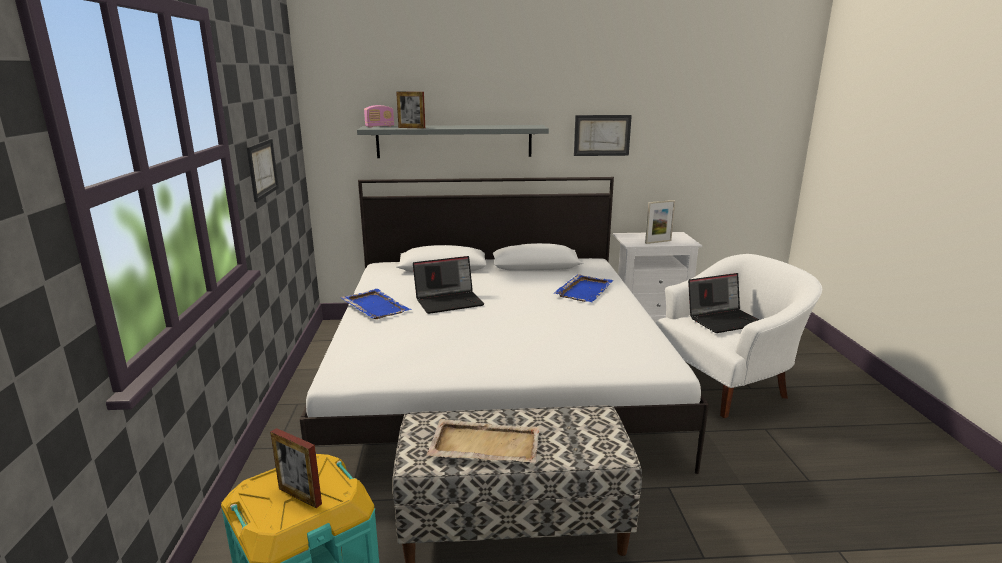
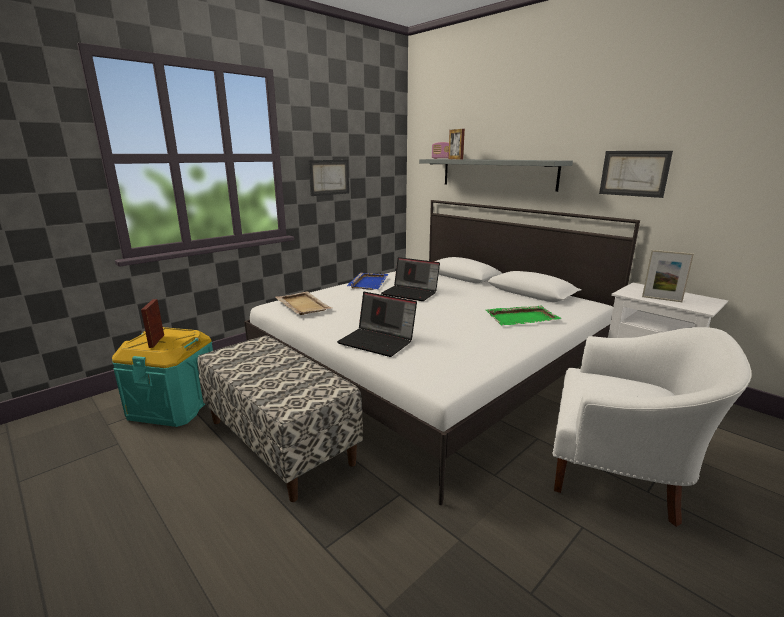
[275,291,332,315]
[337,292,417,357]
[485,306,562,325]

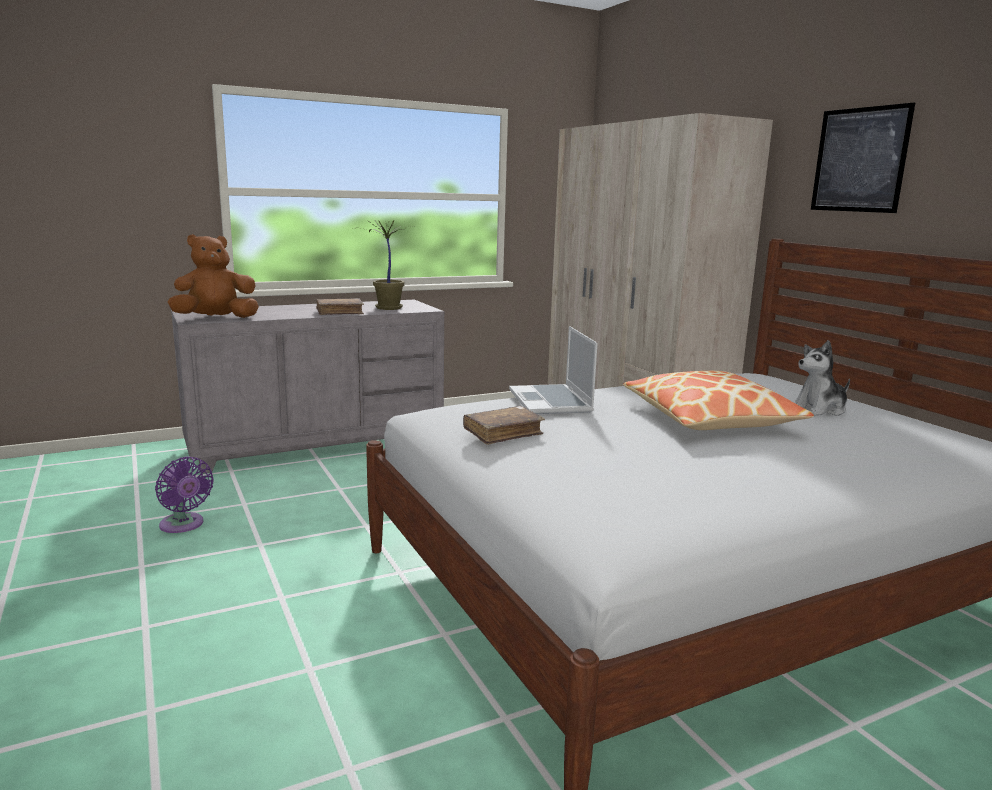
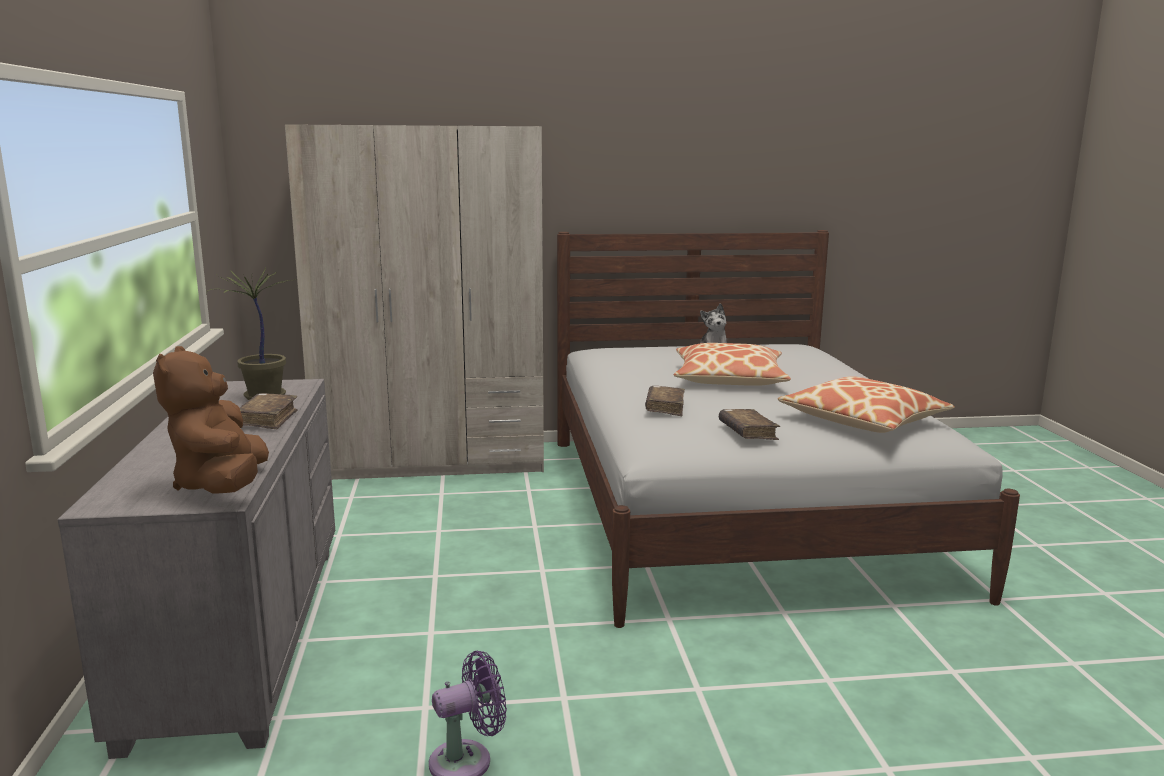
[645,386,685,416]
[778,376,955,433]
[811,103,915,213] (first image)

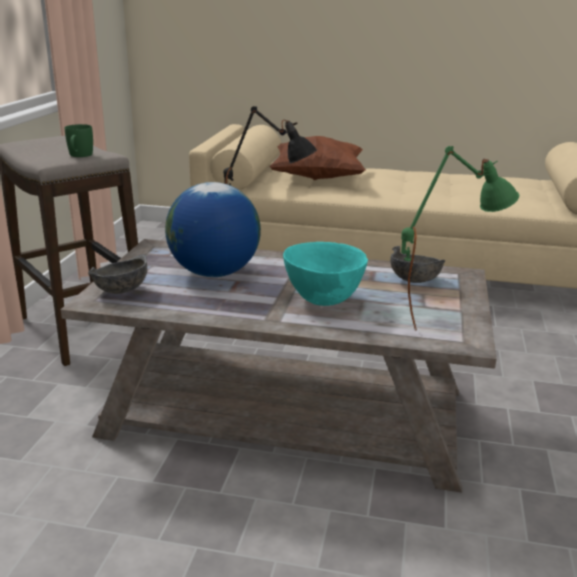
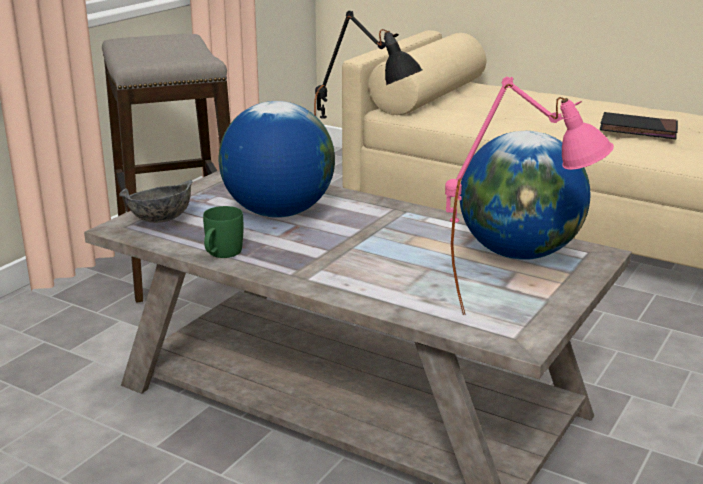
[203,206,243,258]
[445,77,614,315]
[460,131,591,260]
[600,112,678,139]
[269,136,366,180] (first image)
[283,242,368,306] (first image)

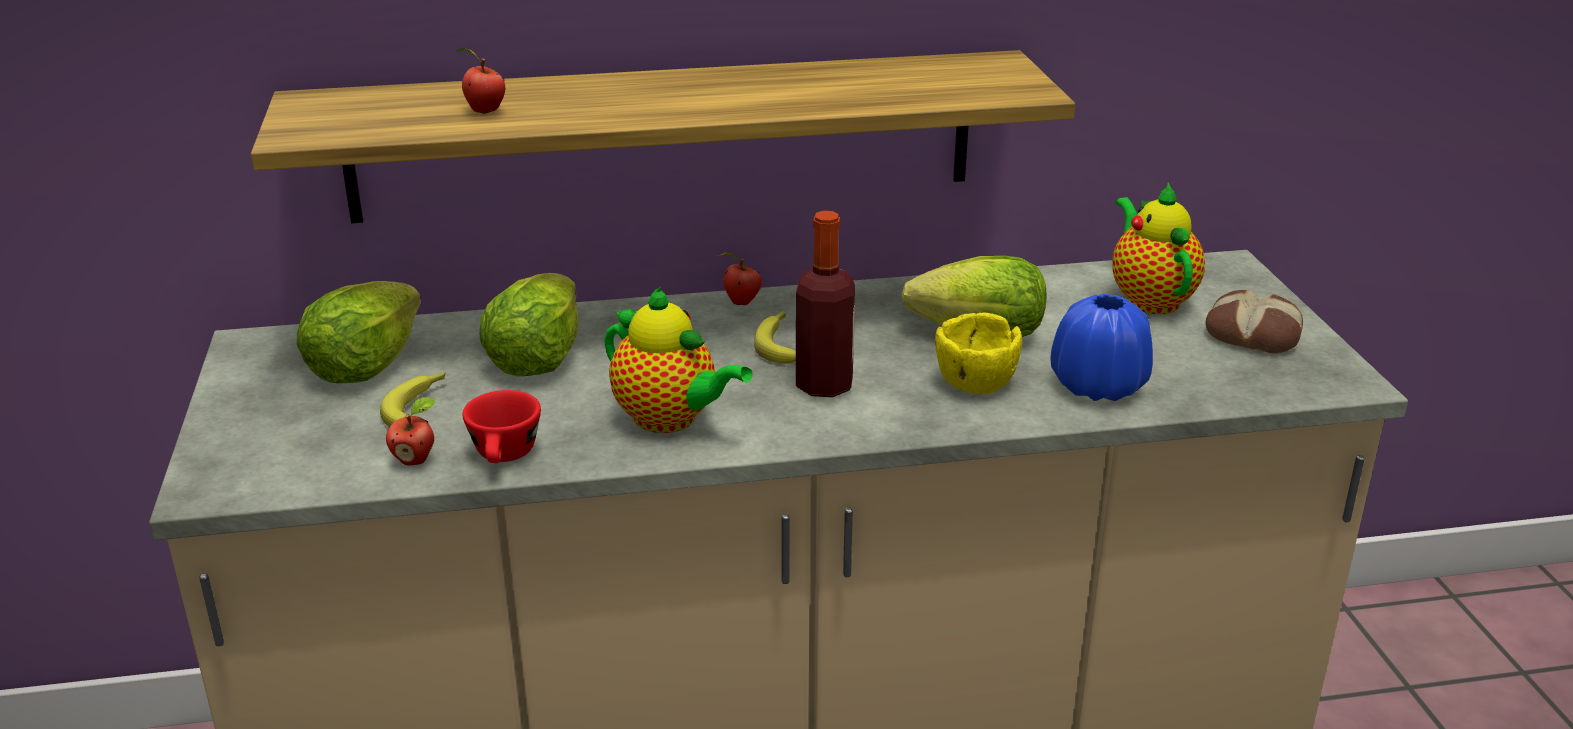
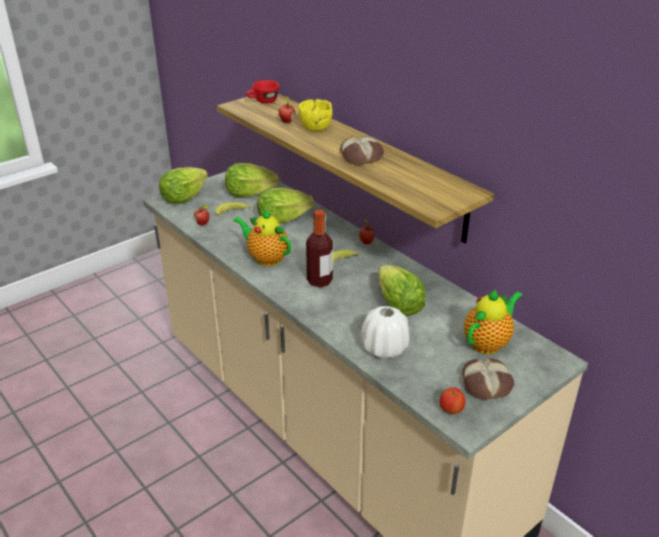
[159,167,208,204]
[233,209,291,266]
[246,80,279,103]
[298,99,332,131]
[340,136,384,165]
[361,306,409,359]
[440,387,466,414]

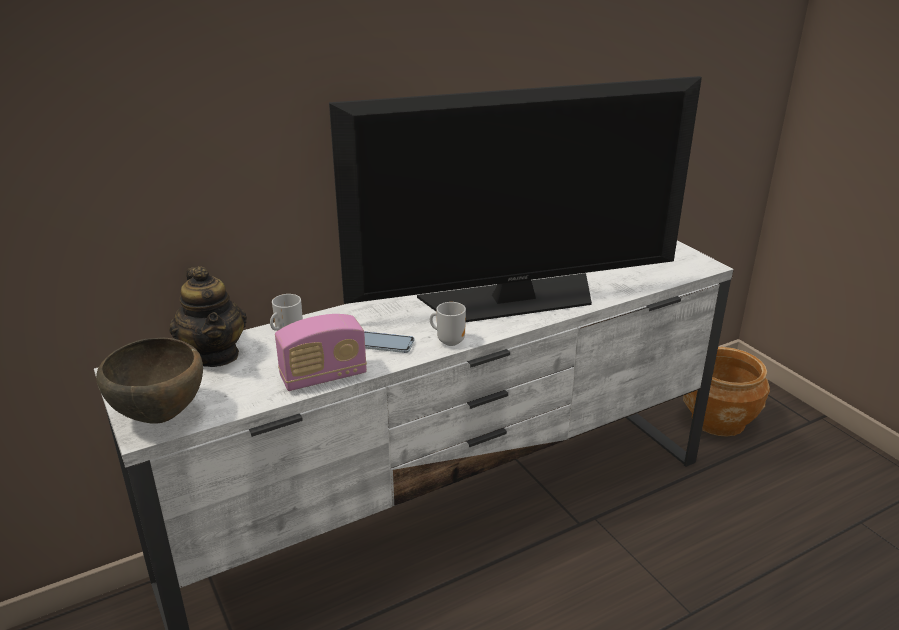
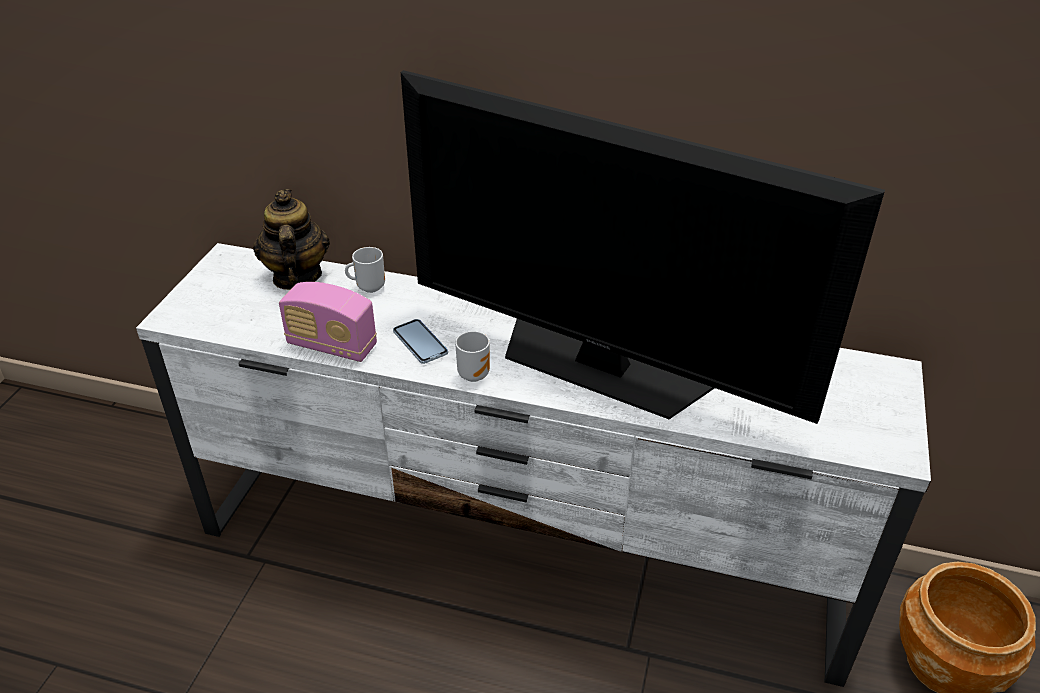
[253,189,330,290]
[96,338,203,424] (first image)

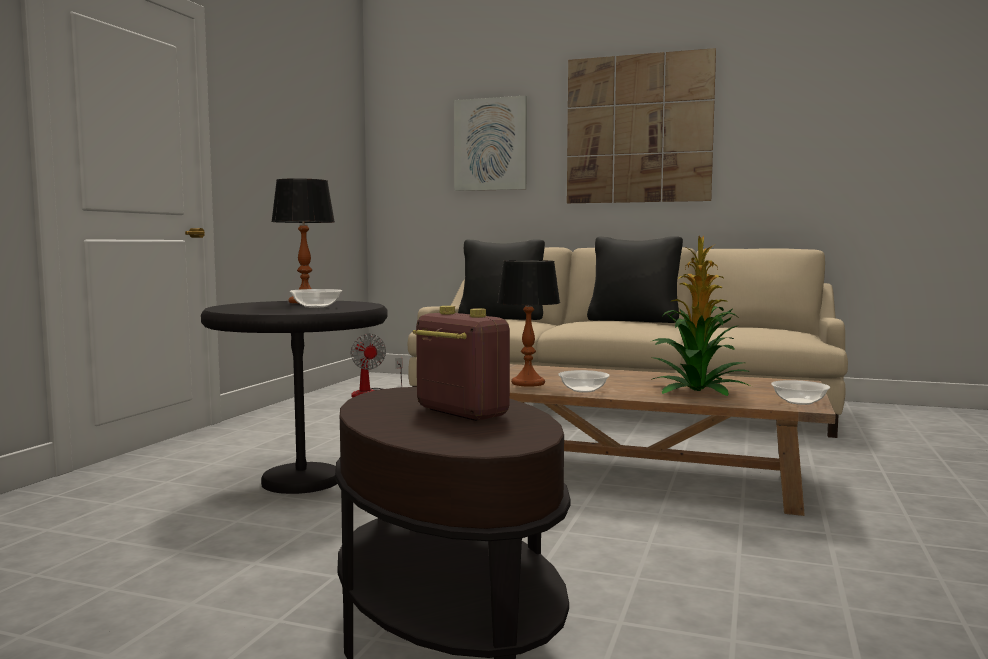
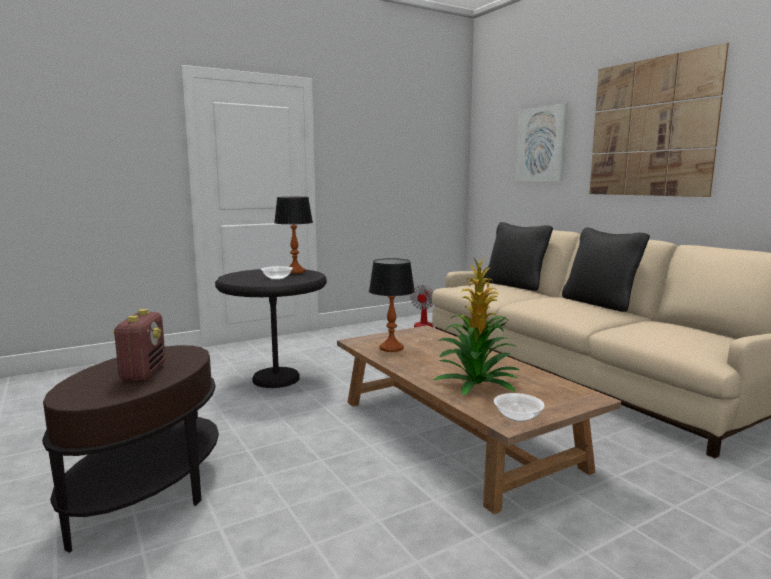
[558,370,609,393] (first image)

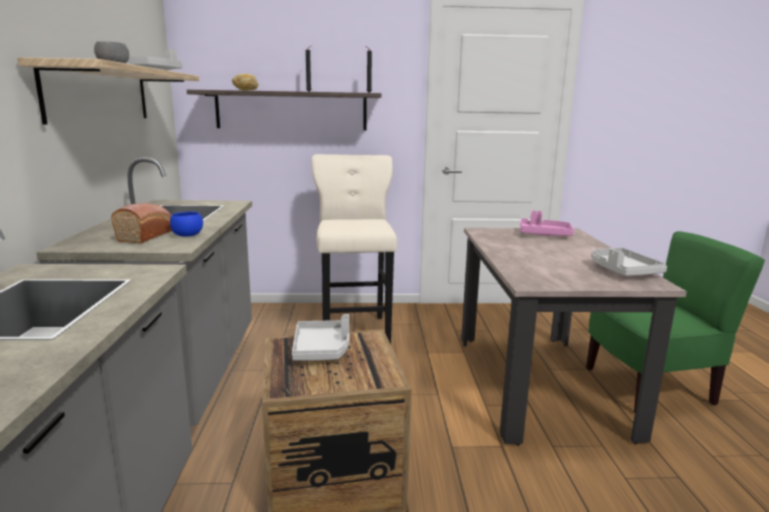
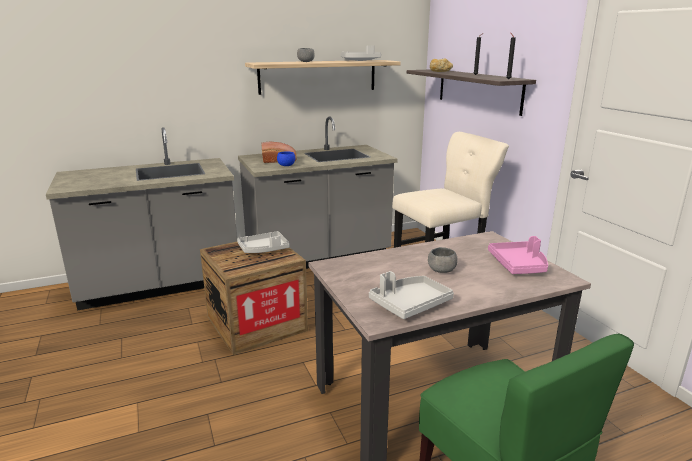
[428,247,458,273]

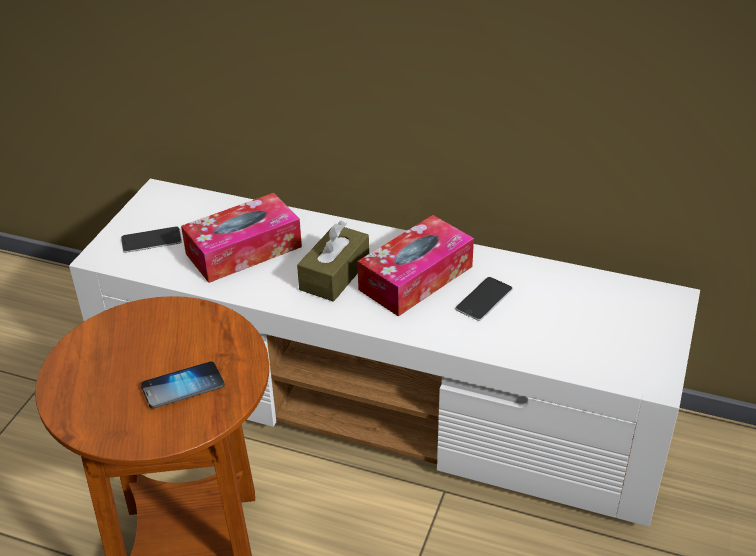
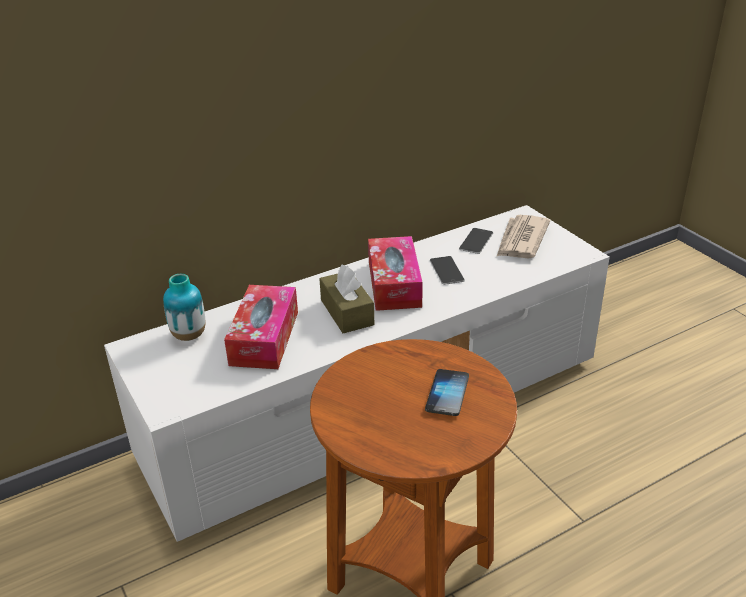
[163,274,205,341]
[459,228,493,254]
[496,215,550,259]

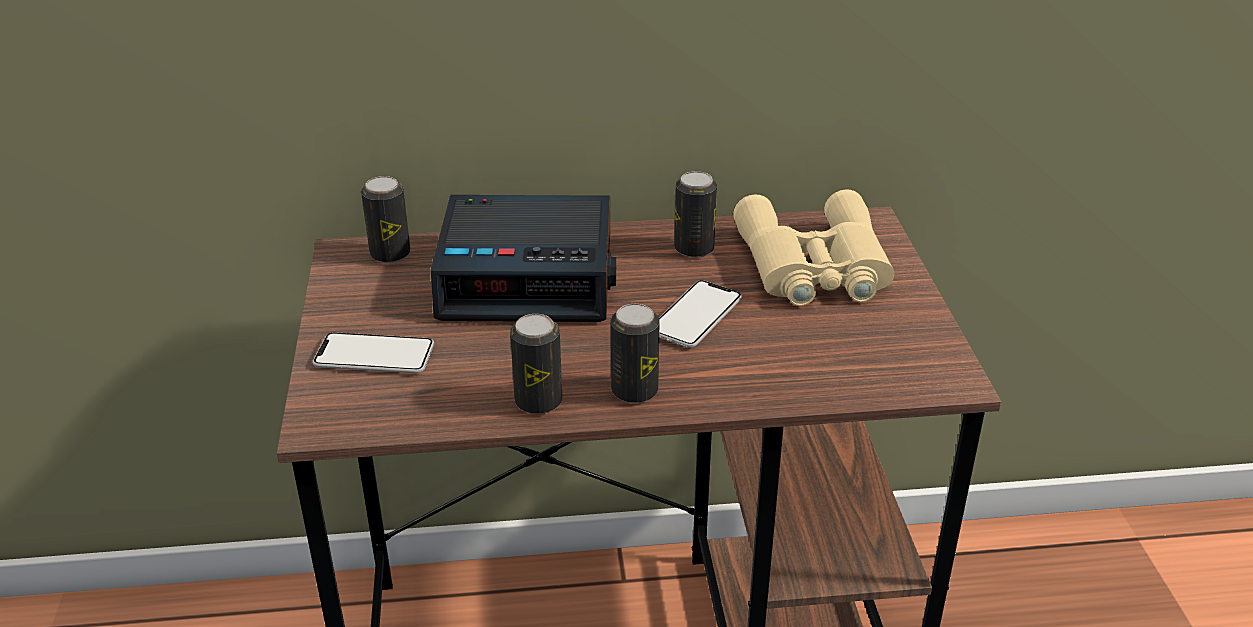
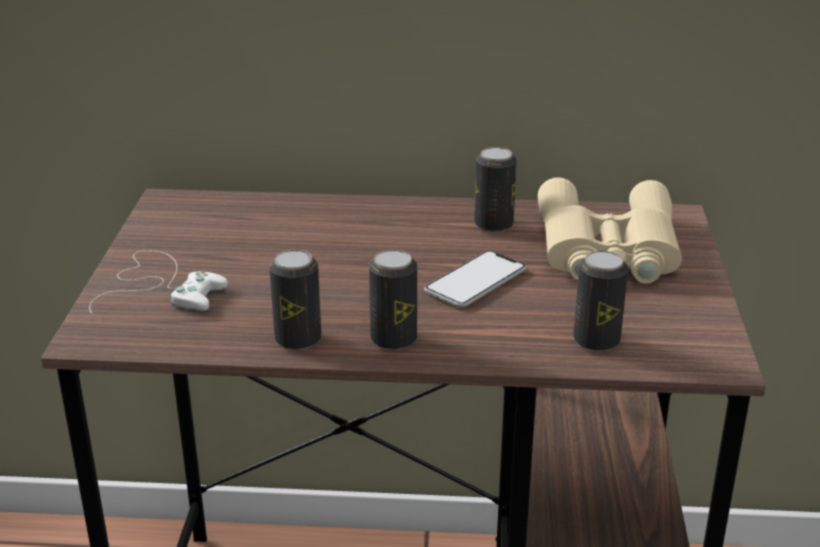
[89,250,228,314]
[573,251,628,351]
[431,195,616,322] (first image)

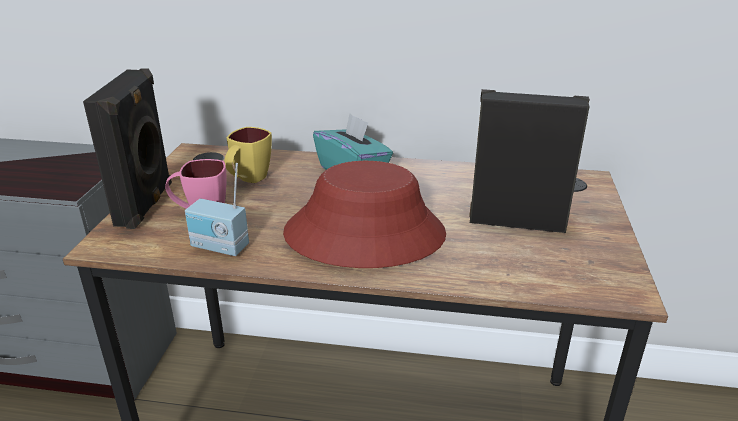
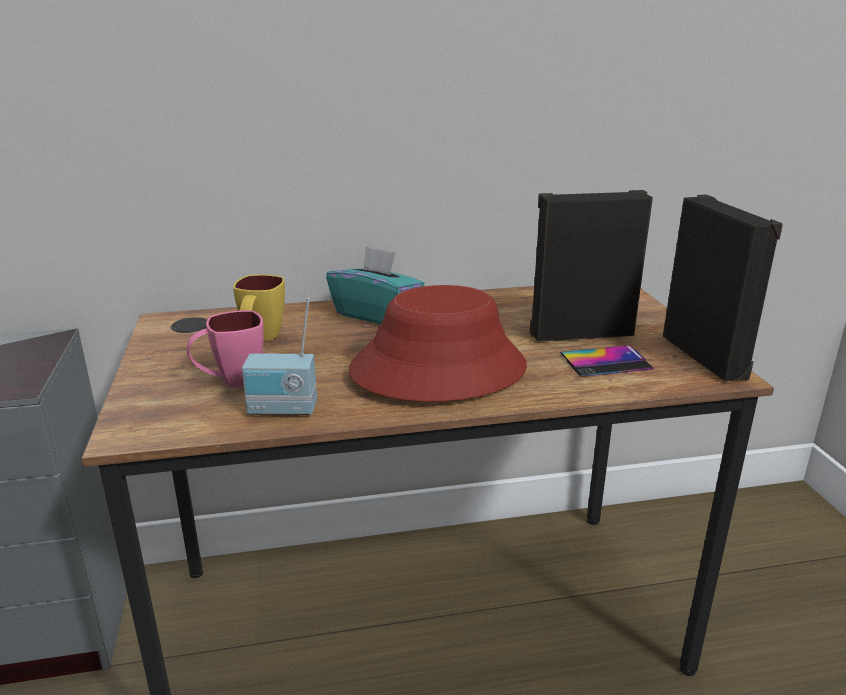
[561,345,654,377]
[663,194,783,381]

